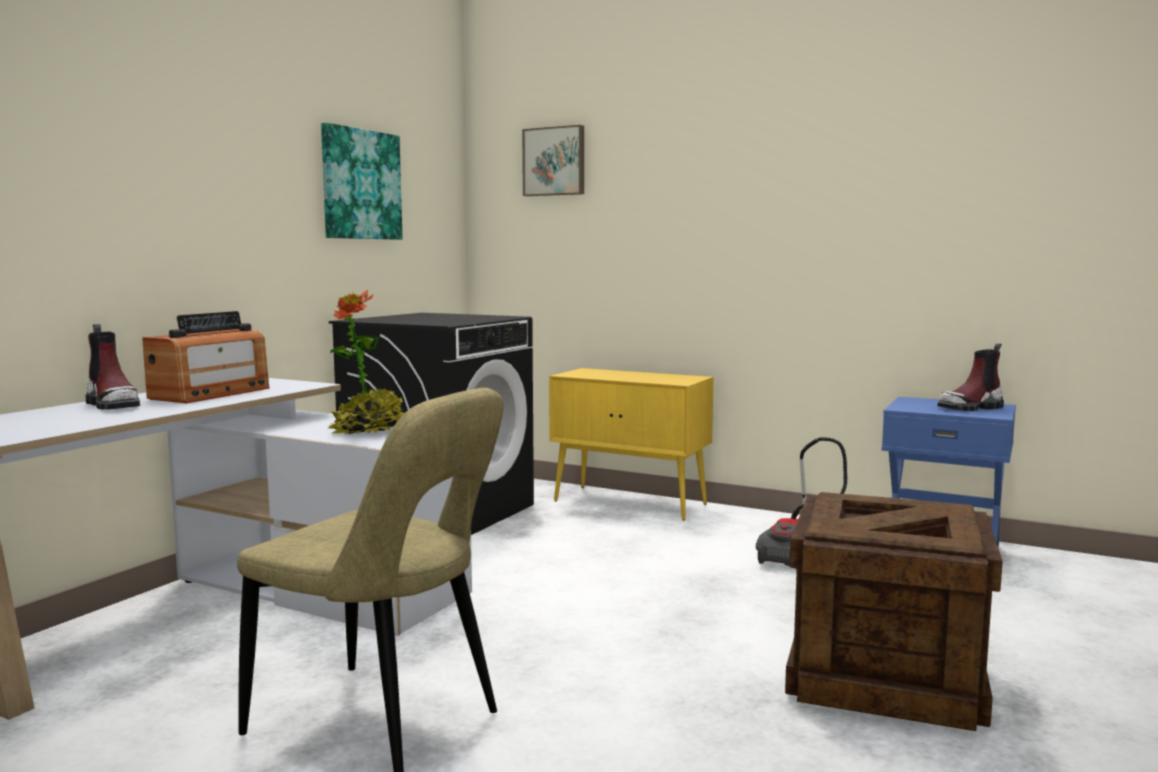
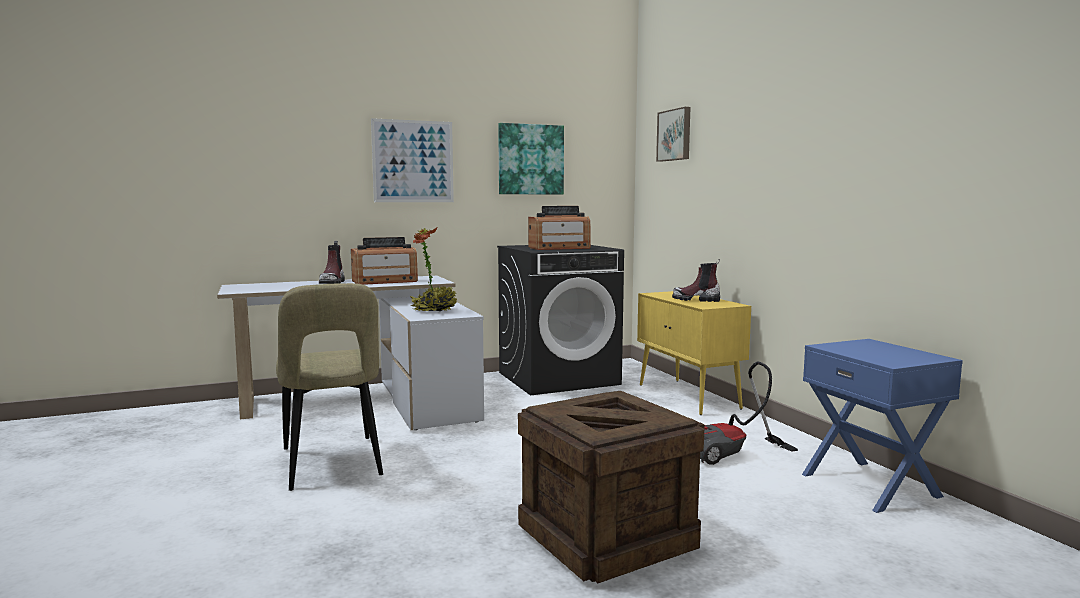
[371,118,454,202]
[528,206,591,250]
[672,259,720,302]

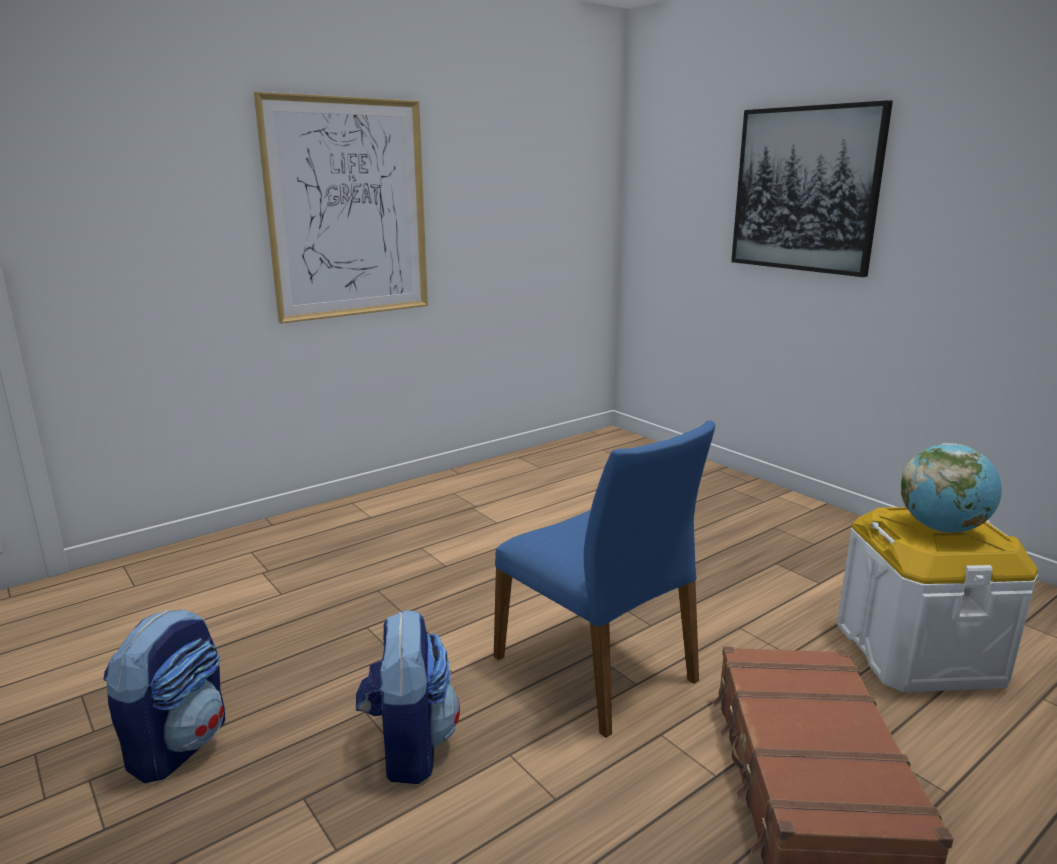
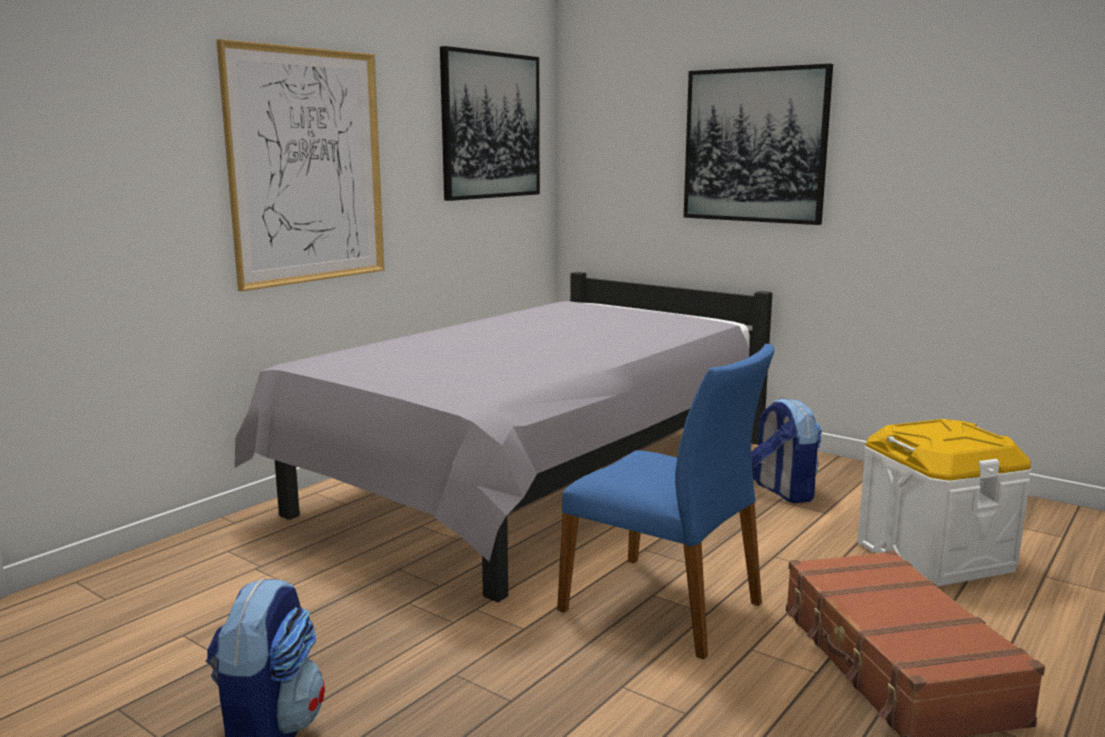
[235,272,772,602]
[440,46,540,201]
[751,397,822,503]
[901,443,1002,533] (first image)

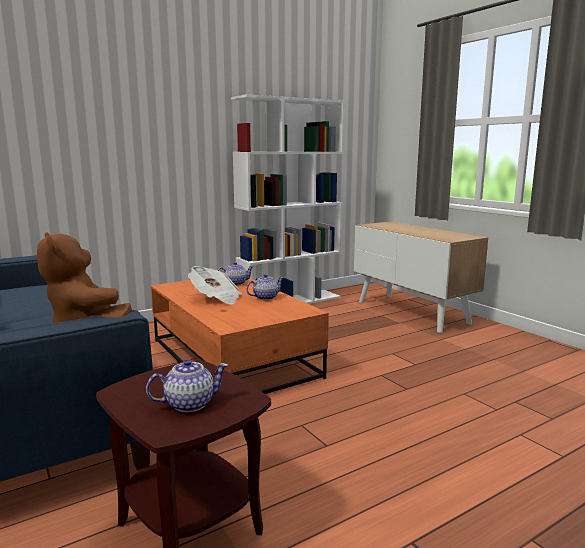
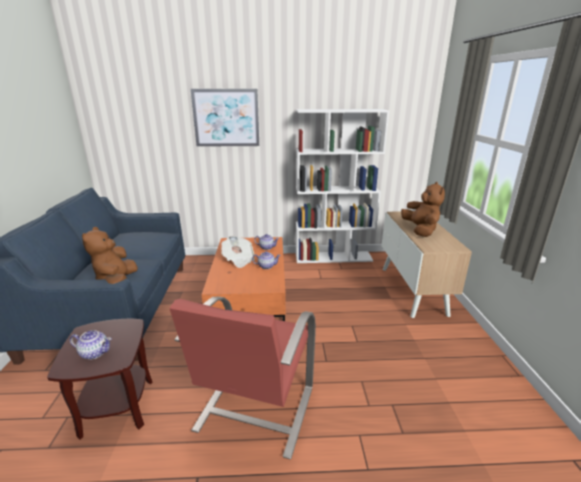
[169,296,316,460]
[191,89,259,147]
[401,182,445,237]

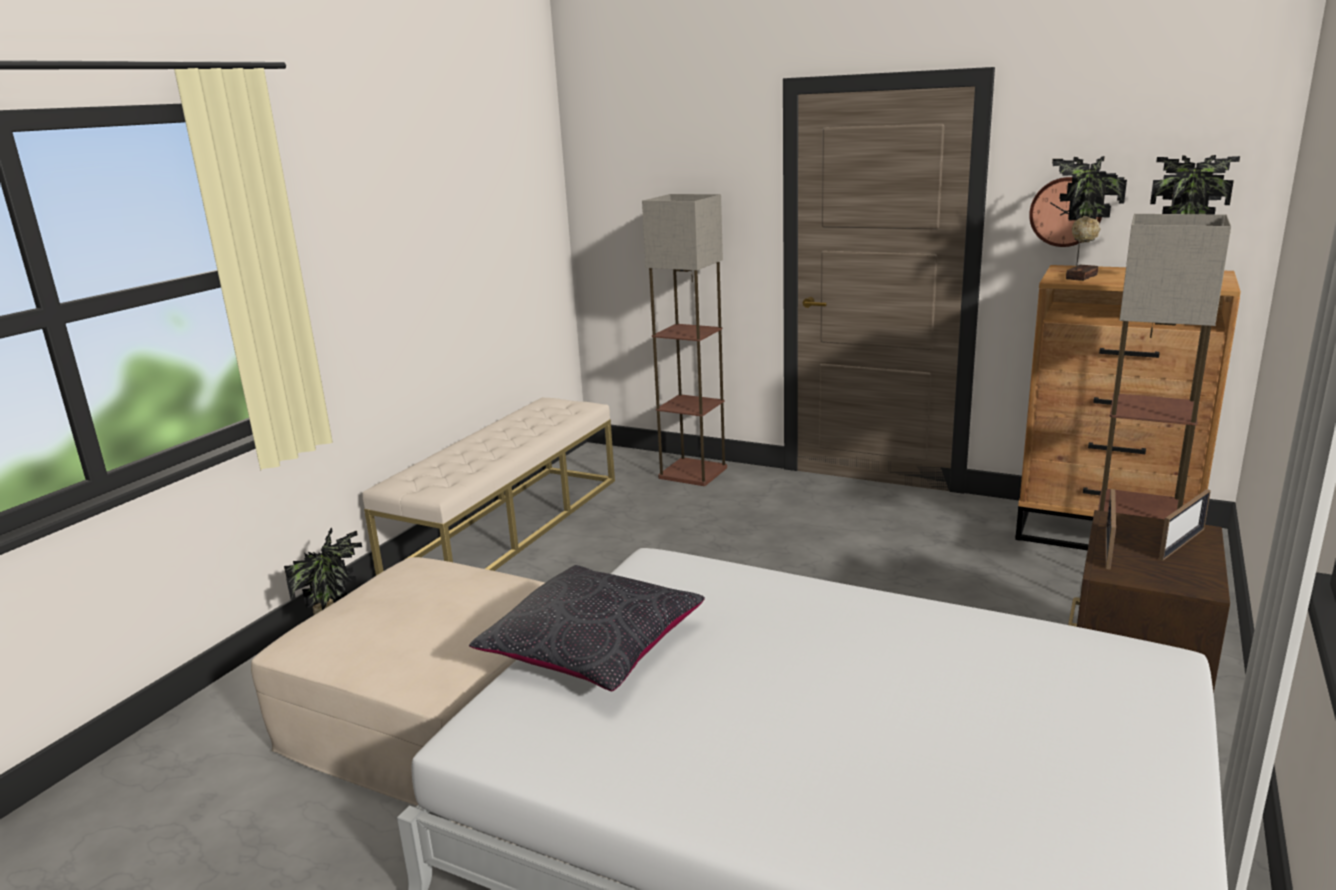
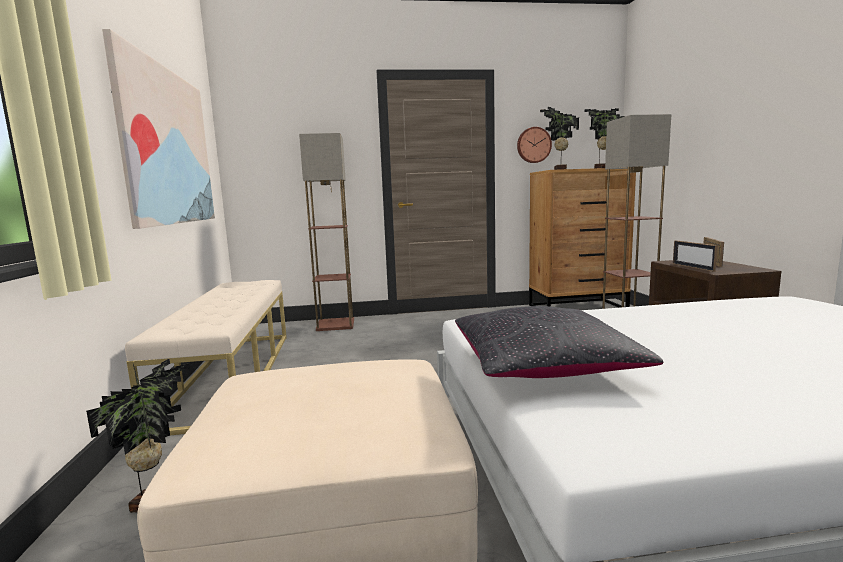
[102,29,215,229]

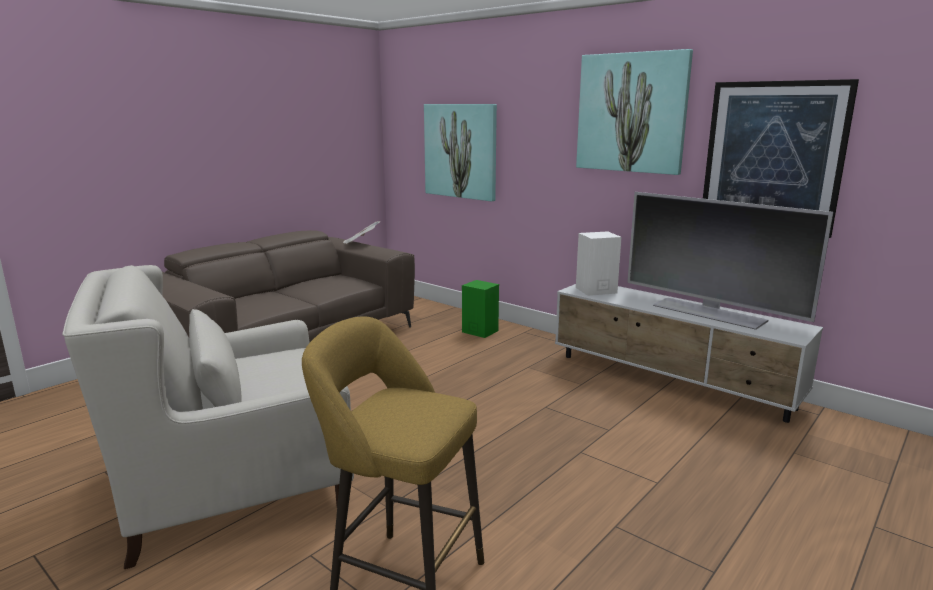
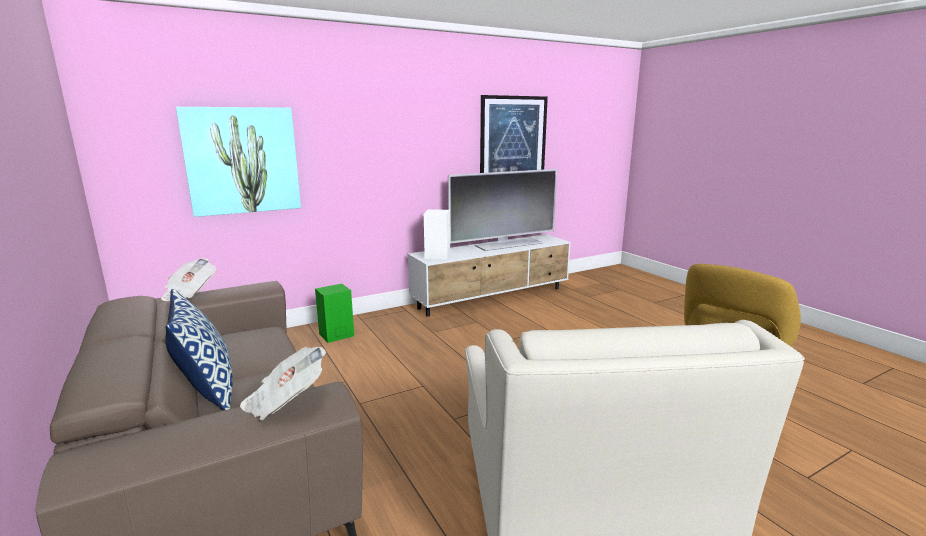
[166,289,233,411]
[240,347,326,420]
[576,49,693,175] (first image)

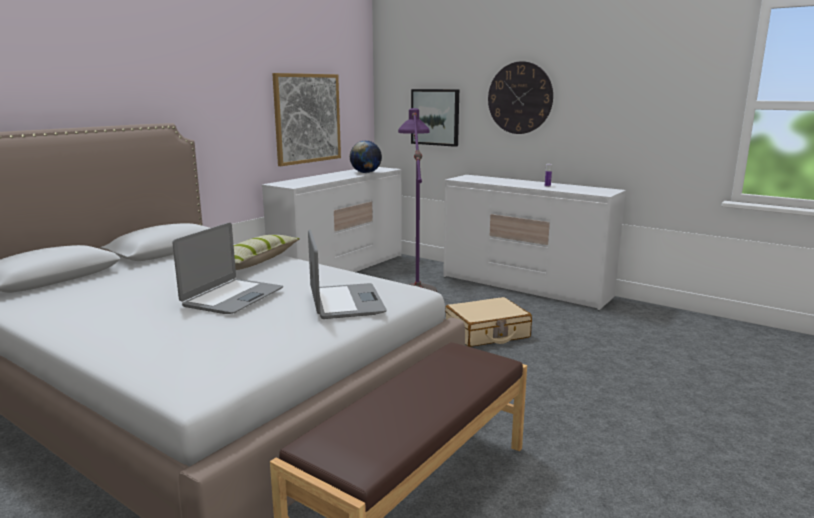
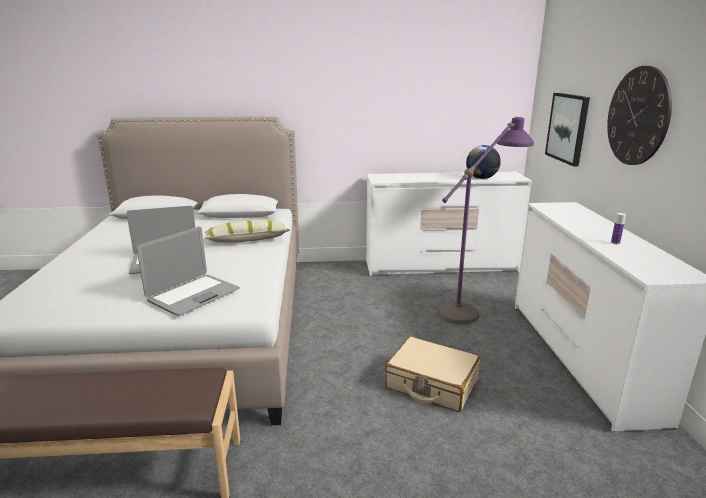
[272,73,341,166] (first image)

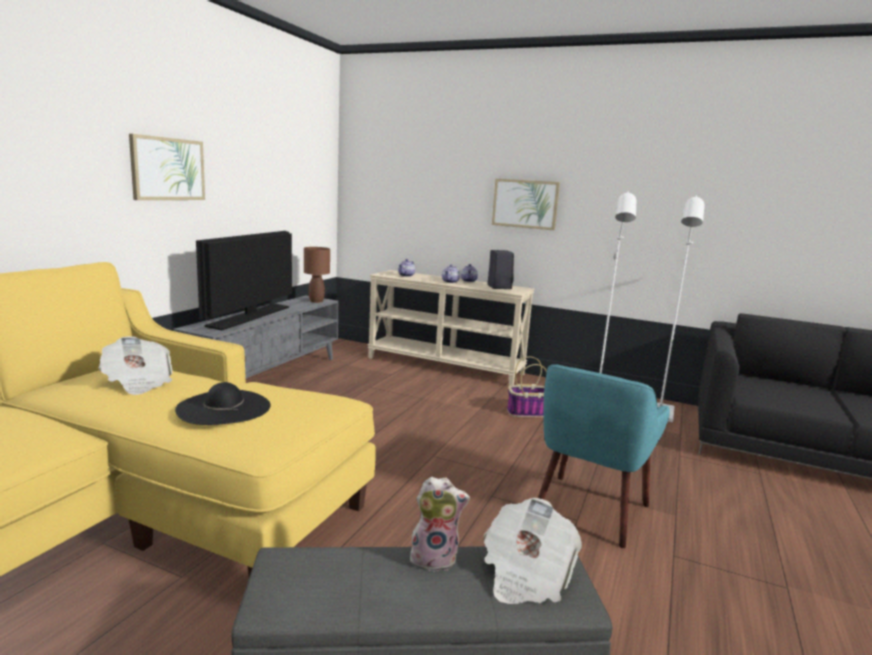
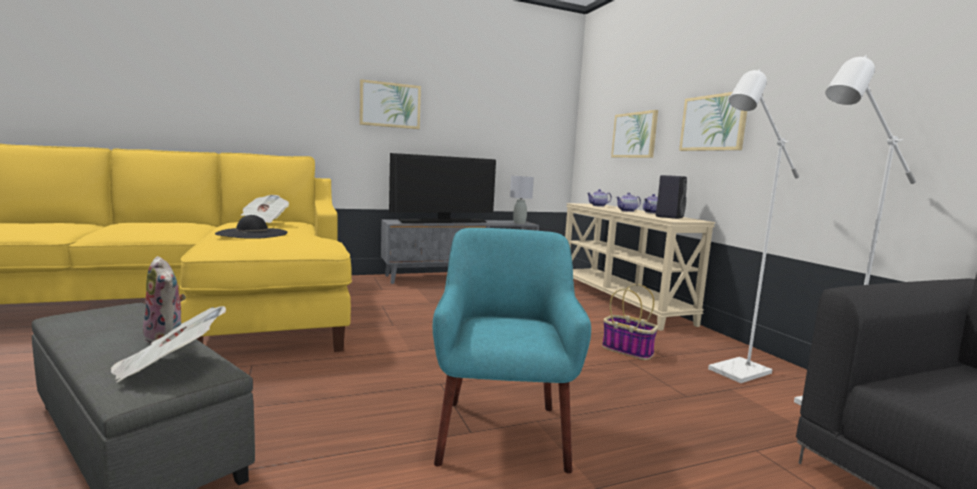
[433,228,591,474]
[510,176,534,224]
[611,110,658,158]

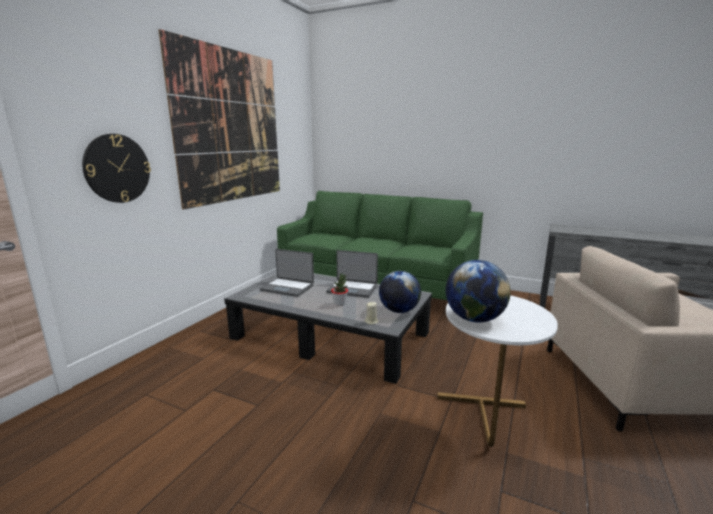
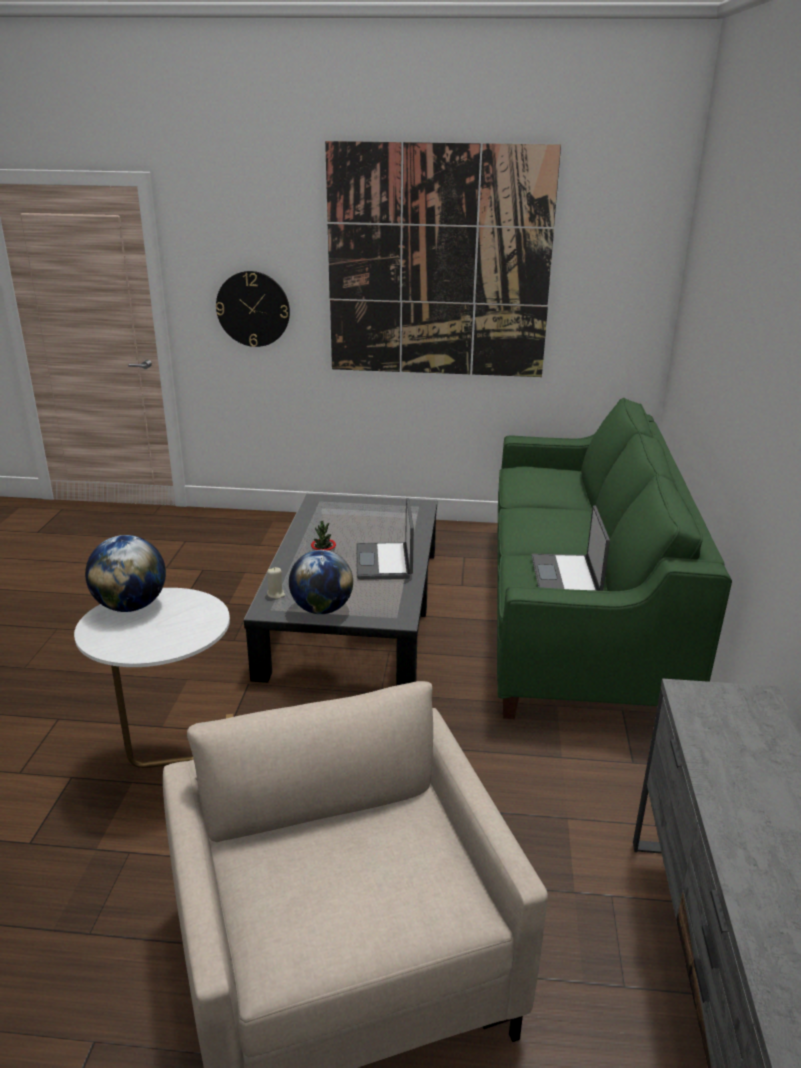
[531,506,610,591]

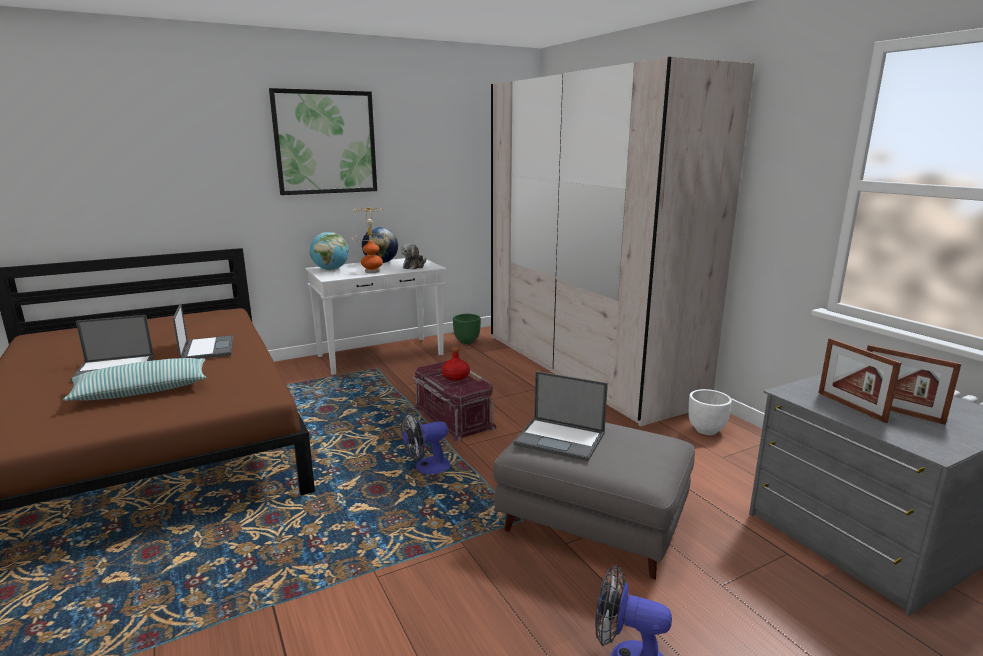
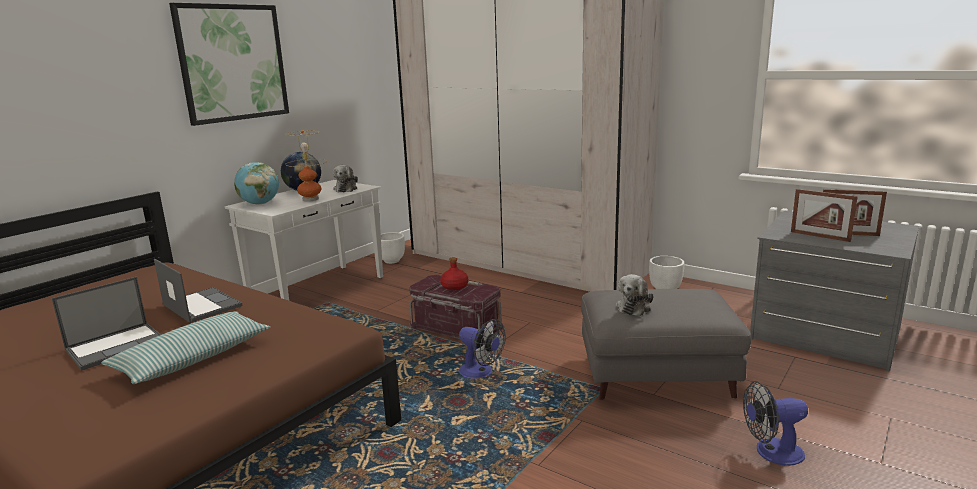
[381,232,405,264]
[459,319,506,379]
[616,274,654,316]

